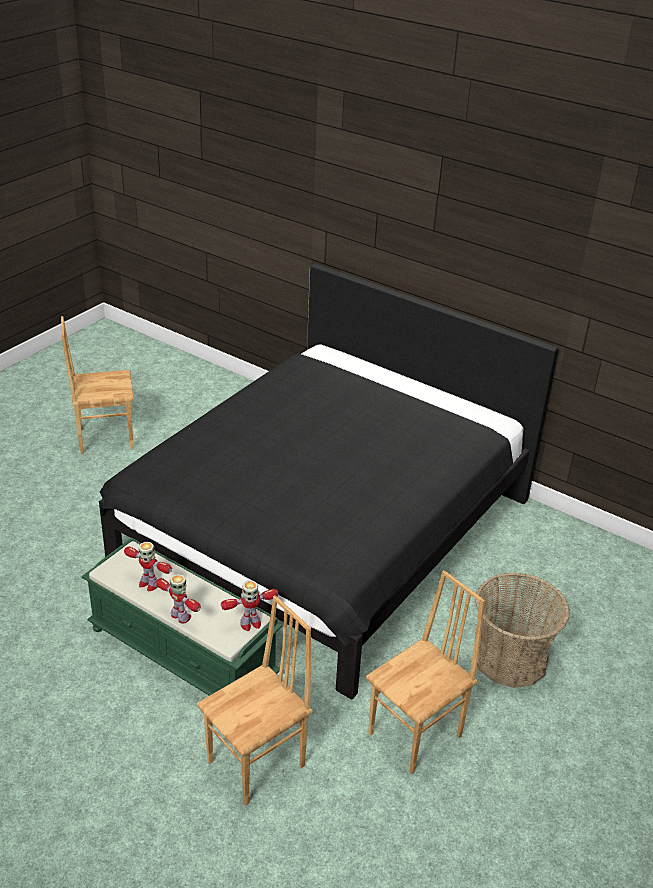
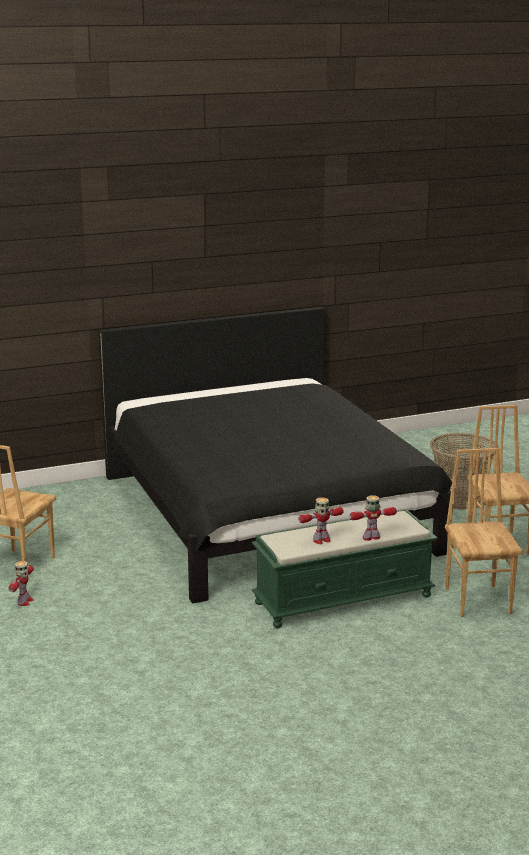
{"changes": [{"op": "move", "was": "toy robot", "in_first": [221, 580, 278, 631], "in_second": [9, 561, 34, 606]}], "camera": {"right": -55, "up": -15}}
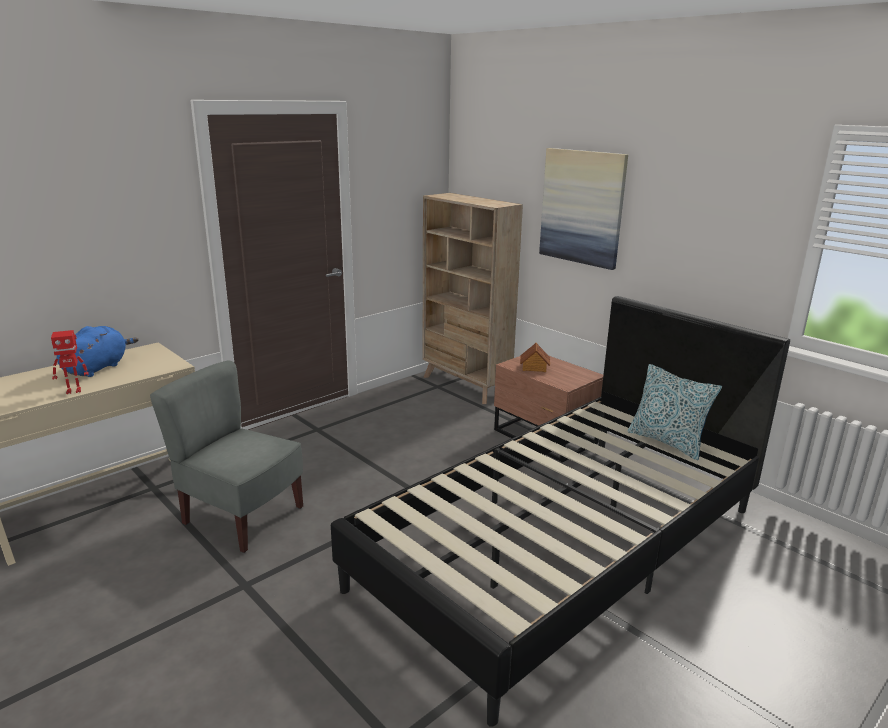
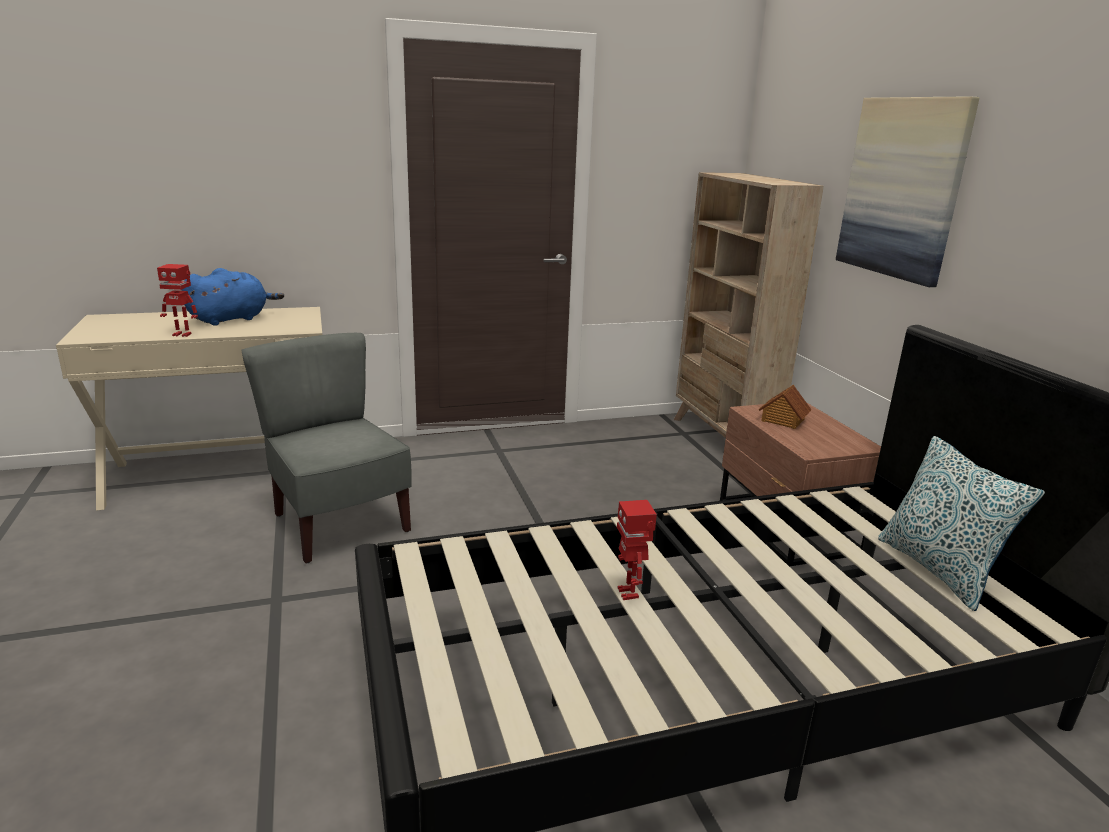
{"changes": [{"op": "insert", "now": "toy robot", "in_second": [617, 500, 657, 600]}], "camera": {"right": 25, "up": 0}}
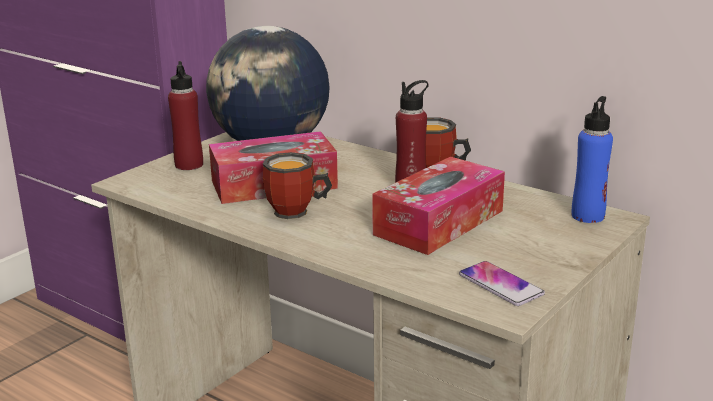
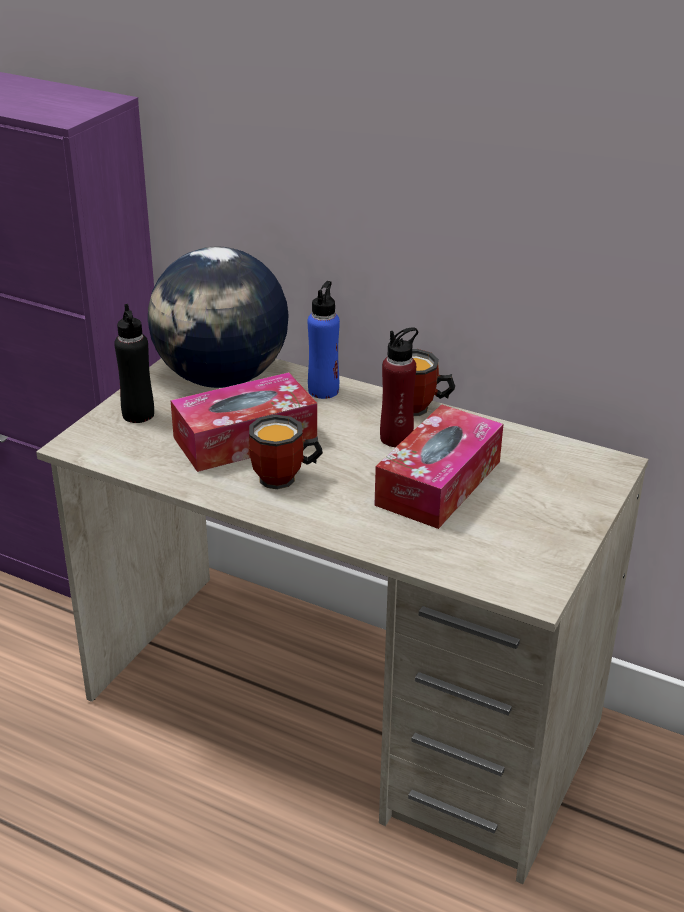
{"changes": [{"op": "delete", "was": "handset", "in_first": [459, 261, 545, 306]}, {"op": "move", "was": "drink bottle (blue)", "in_first": [572, 96, 613, 223], "in_second": [308, 281, 340, 399]}, {"op": "recolor", "was": "drink bottle (red-coloured)", "now": "drink bottle (blackish)", "in_first": [168, 61, 203, 170], "in_second": [114, 304, 154, 423]}], "camera": {"right": -10, "up": 10}}
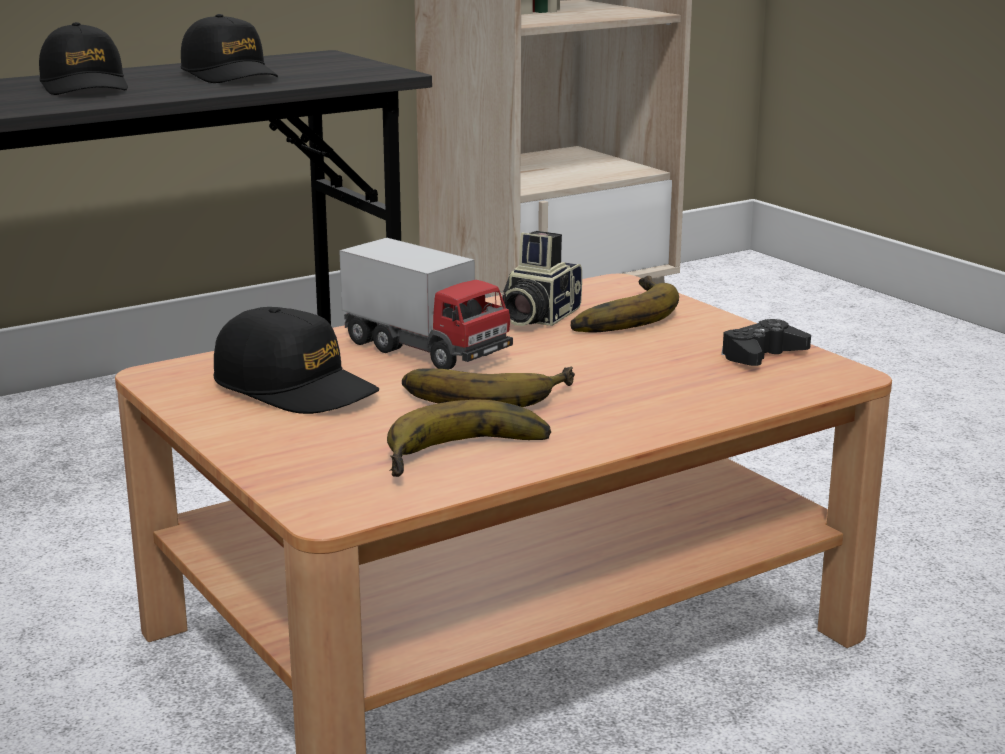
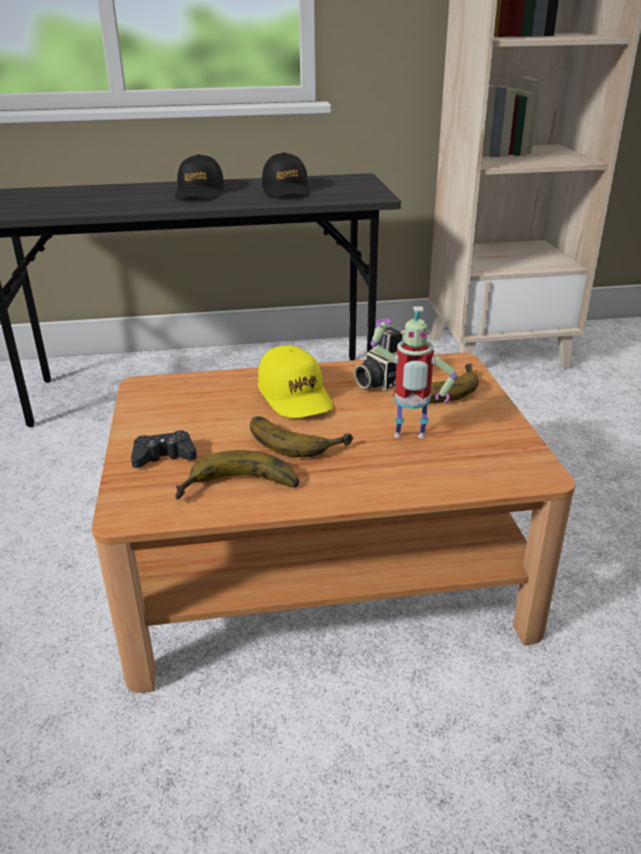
{"changes": [{"op": "delete", "was": "baseball cap (blackish)", "in_first": [213, 307, 379, 414]}, {"op": "insert", "now": "toy robot", "in_second": [370, 307, 457, 438]}, {"op": "move", "was": "gamepad (blackish)", "in_first": [721, 319, 811, 366], "in_second": [131, 430, 197, 468]}, {"op": "replace", "was": "toy truck", "now": "baseball cap (yellowish)", "in_first": [339, 238, 513, 370], "in_second": [258, 345, 333, 418]}], "camera": {"right": 25, "up": 10}}
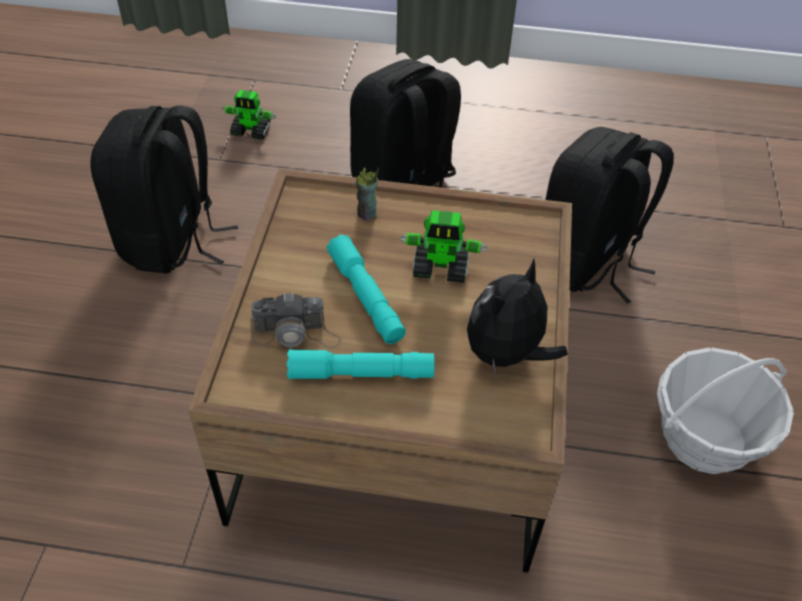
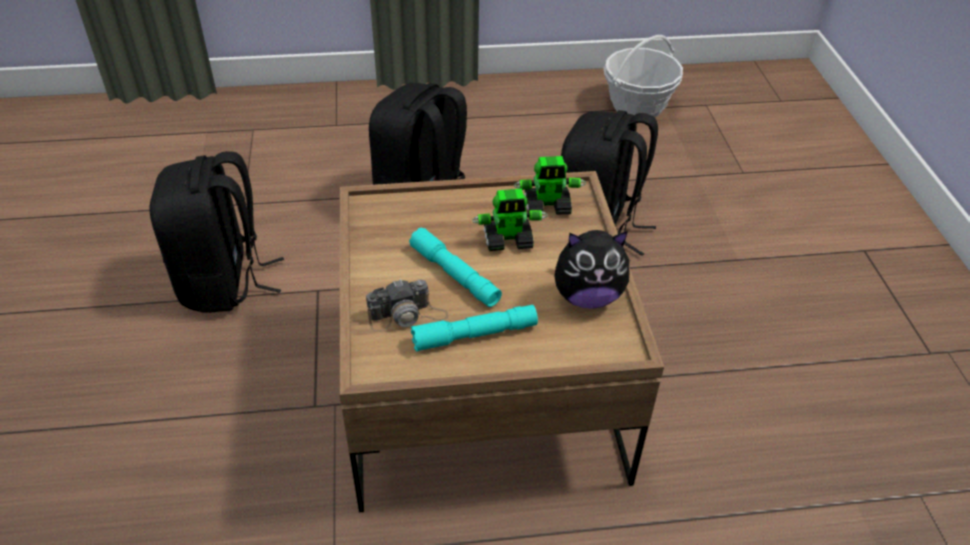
{"changes": [{"op": "delete", "was": "small cup", "in_first": [355, 167, 379, 220]}, {"op": "move", "was": "toy robot", "in_first": [222, 90, 276, 140], "in_second": [514, 156, 586, 215]}, {"op": "move", "was": "storage basket", "in_first": [657, 347, 794, 474], "in_second": [604, 35, 683, 117]}, {"op": "rotate", "was": "soft toy", "in_first": [467, 259, 568, 379], "in_second": [554, 230, 631, 309], "clockwise": -120}], "camera": {"right": -15, "up": -5}}
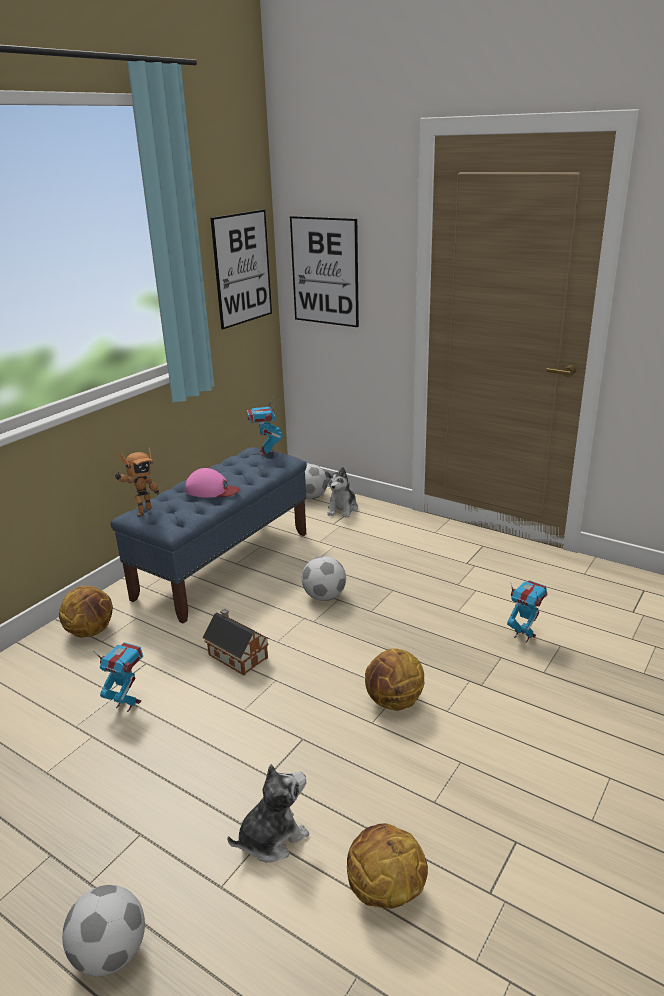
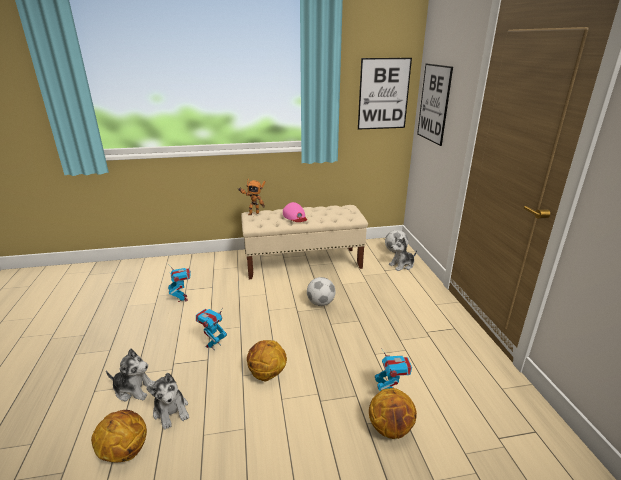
{"changes": [{"op": "delete", "was": "football", "in_first": [62, 885, 145, 976]}, {"op": "delete", "was": "model house", "in_first": [203, 609, 269, 675]}, {"op": "insert", "now": "soft toy", "in_second": [146, 373, 189, 430]}, {"op": "move", "was": "basketball", "in_first": [59, 586, 113, 638], "in_second": [369, 388, 417, 439]}, {"op": "move", "was": "toy robot", "in_first": [247, 397, 283, 456], "in_second": [196, 308, 227, 350]}, {"op": "recolor", "was": "indoor bench (blue)", "now": "indoor bench (sand-coloured)", "in_first": [111, 447, 307, 624], "in_second": [241, 205, 368, 280]}], "camera": {"right": 45, "up": 0}}
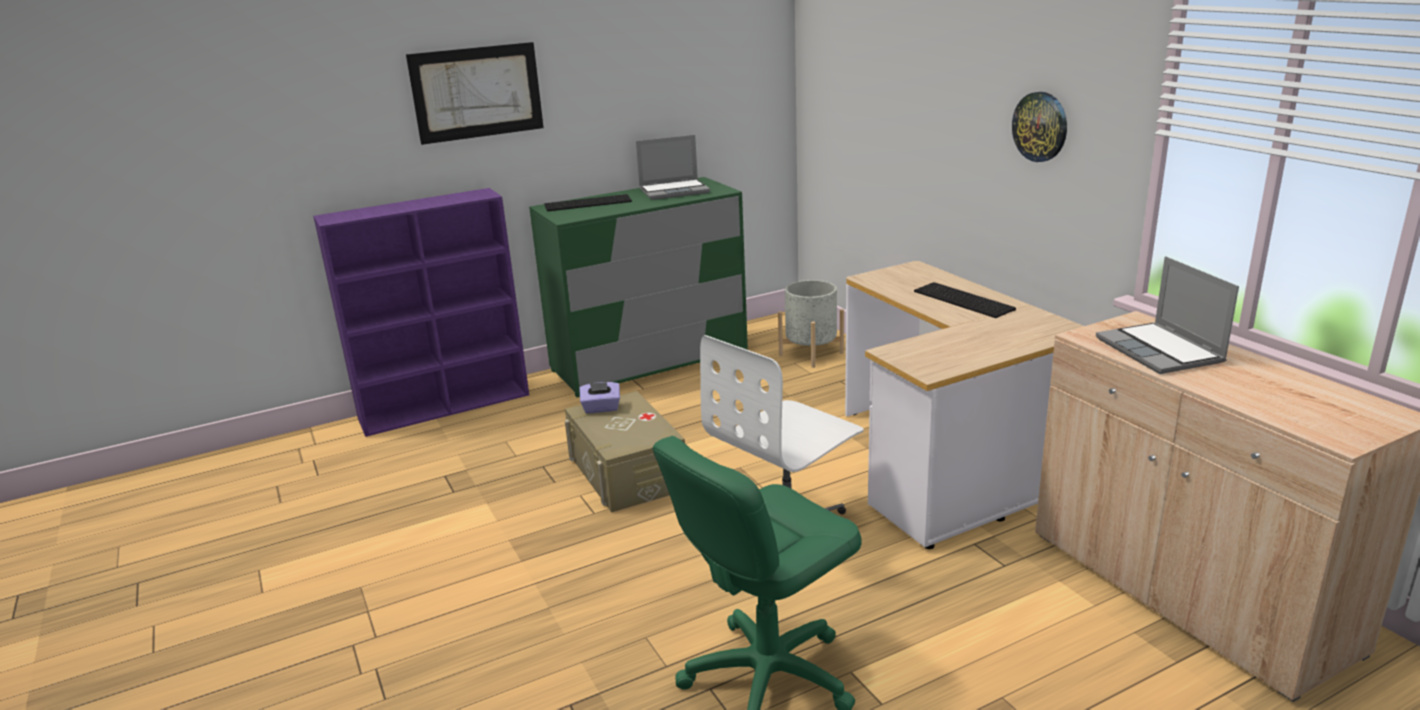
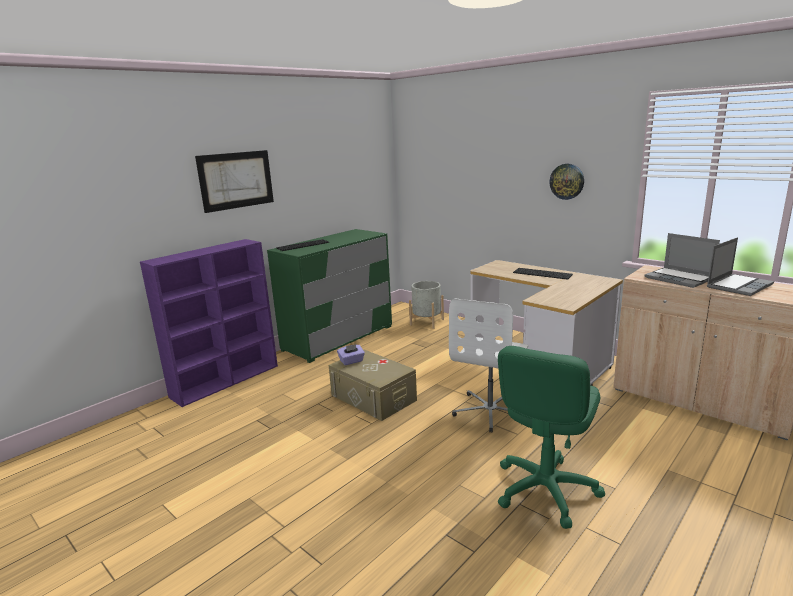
{"changes": [{"op": "move", "was": "laptop", "in_first": [636, 135, 710, 200], "in_second": [707, 237, 774, 296]}], "camera": {"right": -20, "up": -5}}
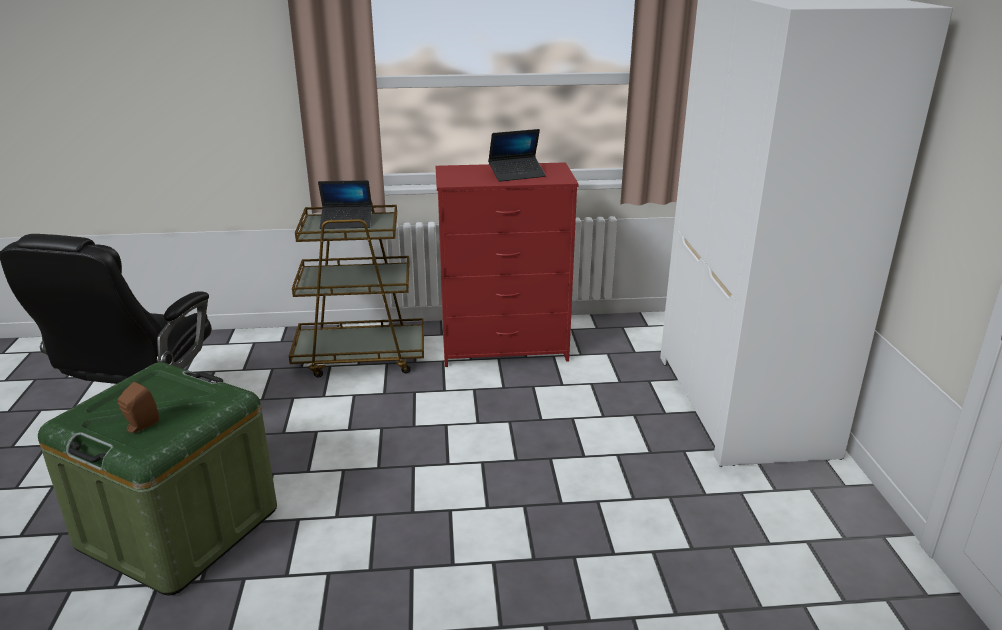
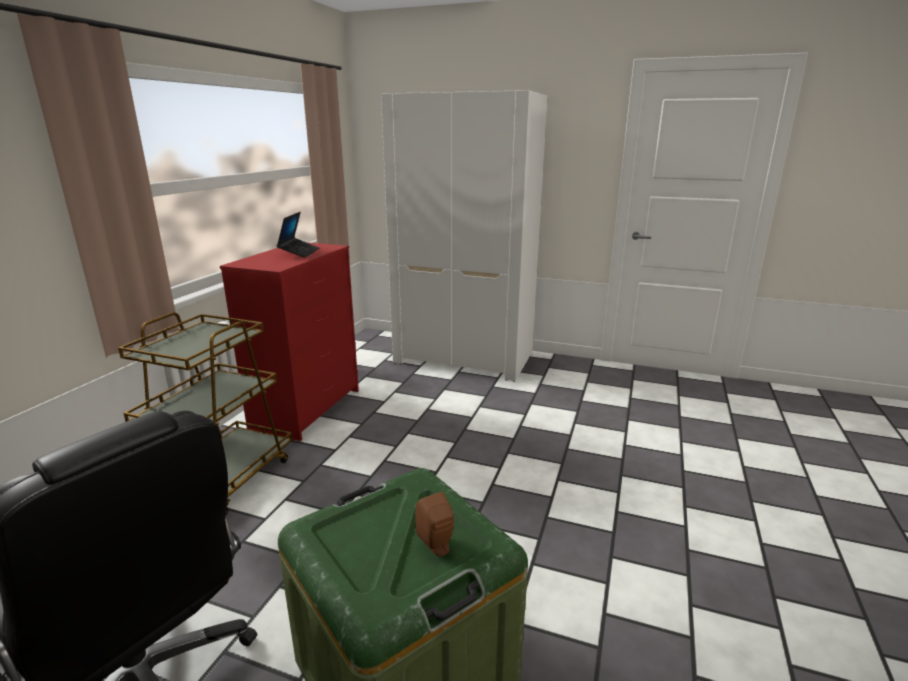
{"changes": [{"op": "delete", "was": "laptop", "in_first": [318, 180, 372, 229]}], "camera": {"right": -65, "up": -5}}
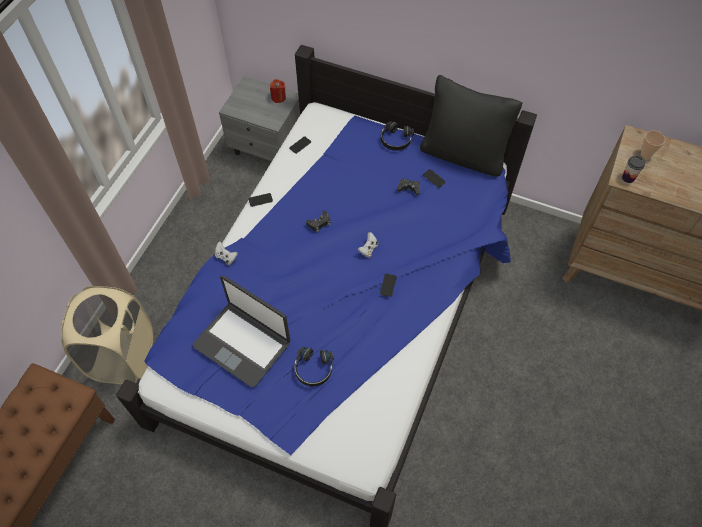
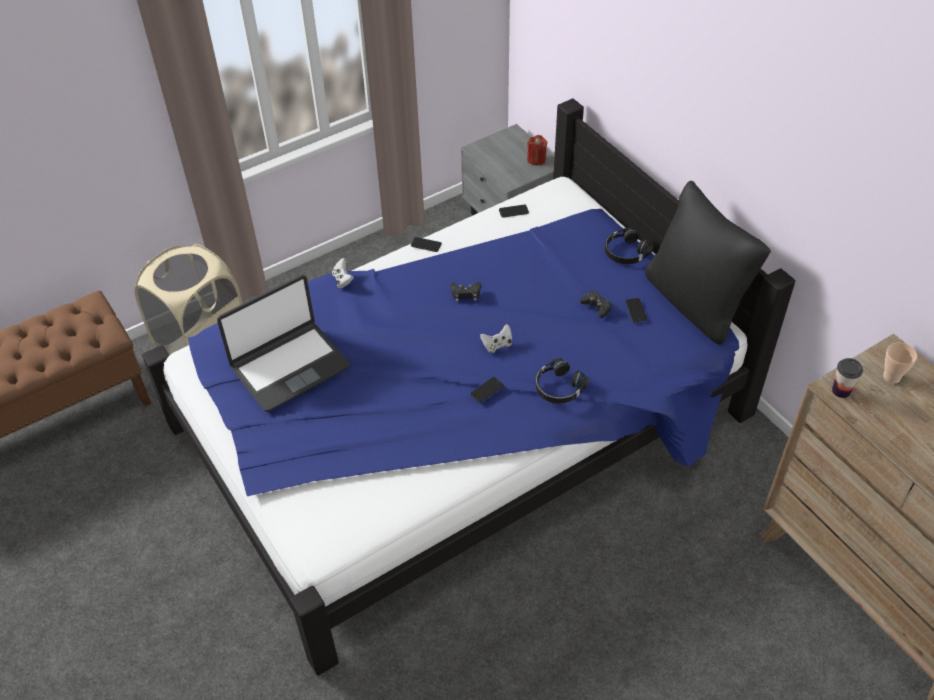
{"changes": [{"op": "move", "was": "headphones (blackish)", "in_first": [294, 347, 334, 387], "in_second": [535, 358, 589, 404]}, {"op": "rotate", "was": "laptop", "in_first": [193, 275, 290, 387], "in_second": [217, 275, 350, 412], "clockwise": -105}], "camera": {"right": 35, "up": -10}}
